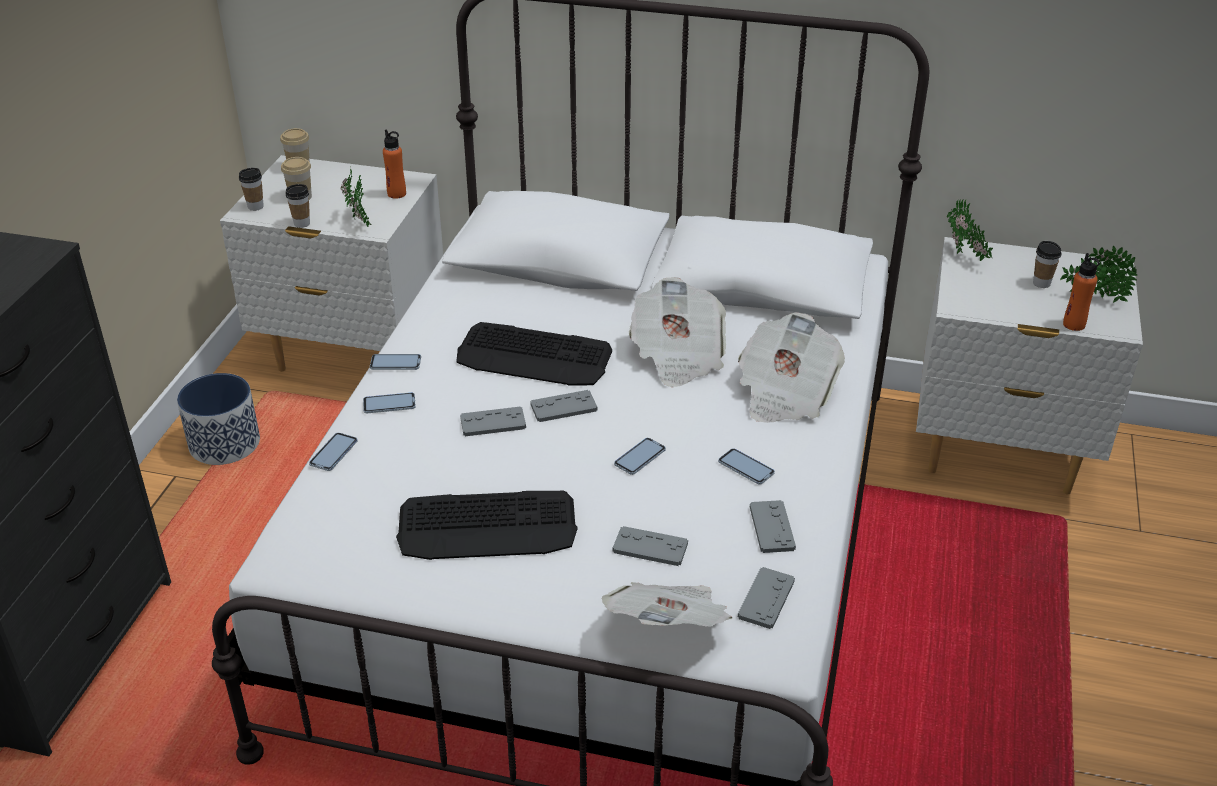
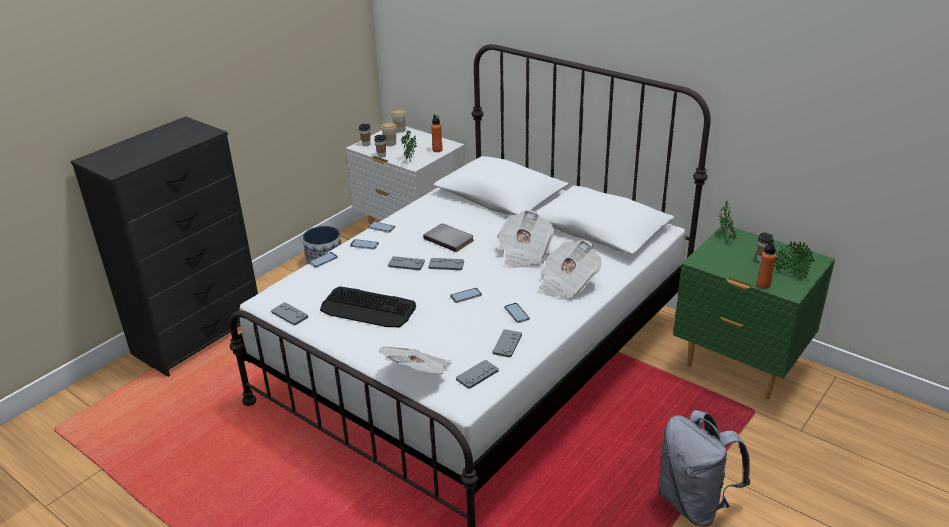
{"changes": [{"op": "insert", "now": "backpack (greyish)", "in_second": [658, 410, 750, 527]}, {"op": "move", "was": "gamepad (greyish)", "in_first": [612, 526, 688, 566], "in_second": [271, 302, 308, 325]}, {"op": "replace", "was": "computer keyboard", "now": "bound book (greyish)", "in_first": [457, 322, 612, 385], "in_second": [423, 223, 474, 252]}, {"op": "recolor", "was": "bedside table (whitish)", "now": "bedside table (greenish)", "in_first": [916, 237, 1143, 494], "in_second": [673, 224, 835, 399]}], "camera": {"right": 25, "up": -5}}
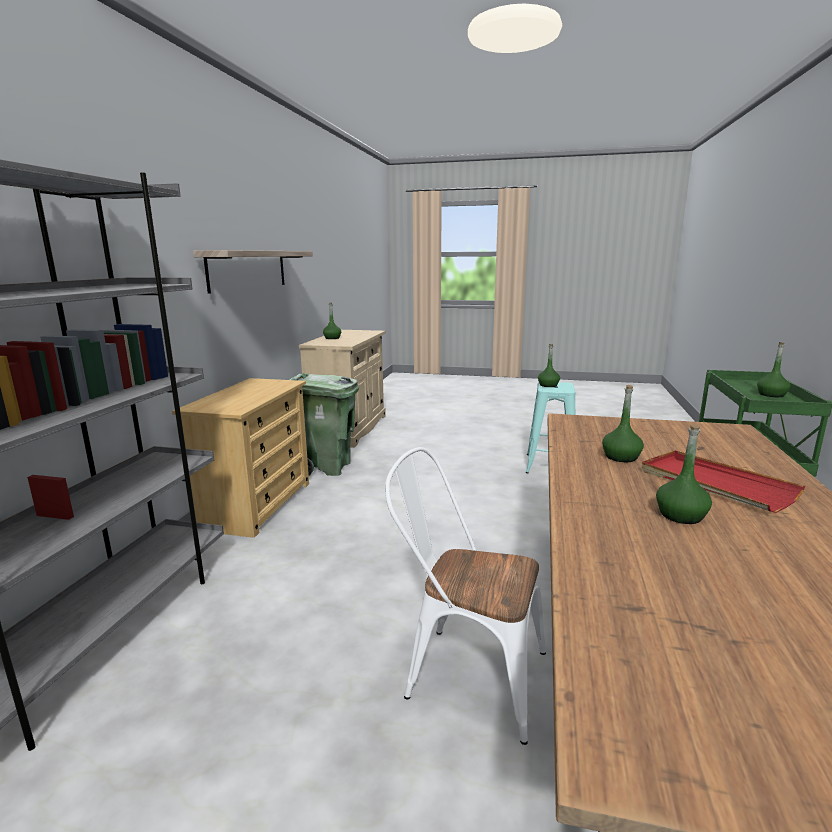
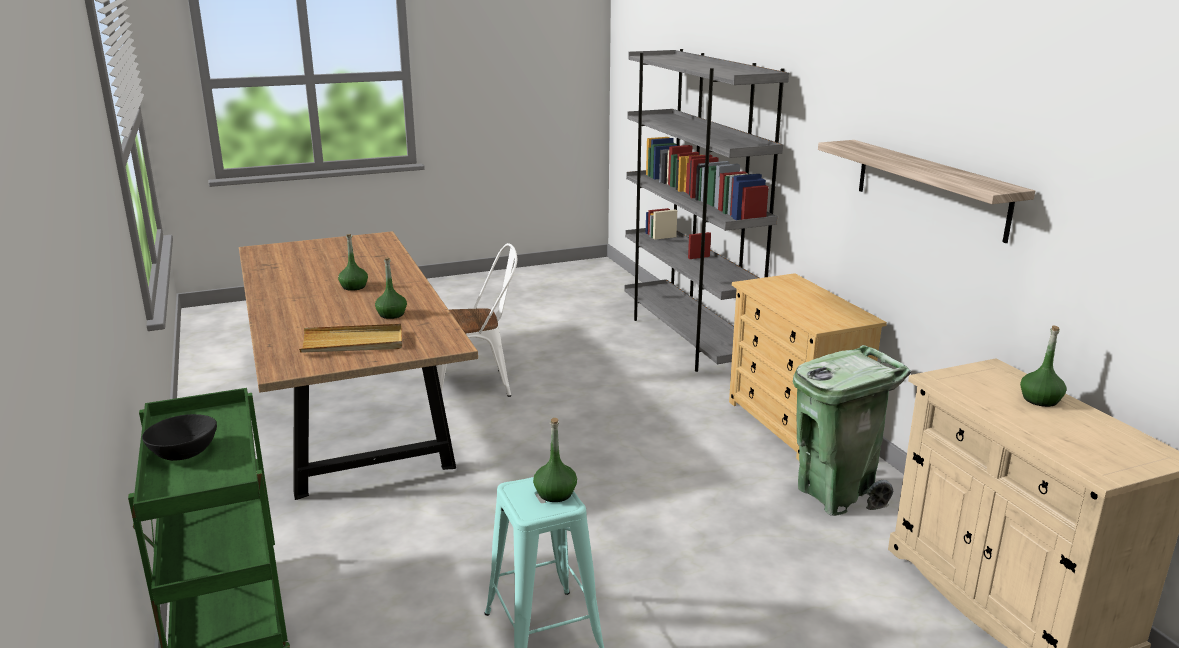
{"changes": [{"op": "delete", "was": "serving tray (red-coloured)", "in_first": [641, 450, 806, 513]}, {"op": "insert", "now": "serving tray (sand-coloured)", "in_second": [299, 324, 402, 353]}, {"op": "replace", "was": "drink bottle (greenish)", "now": "deep dish (blackish)", "in_first": [757, 342, 790, 397], "in_second": [142, 414, 217, 461]}], "camera": {"right": 145, "up": 5}}
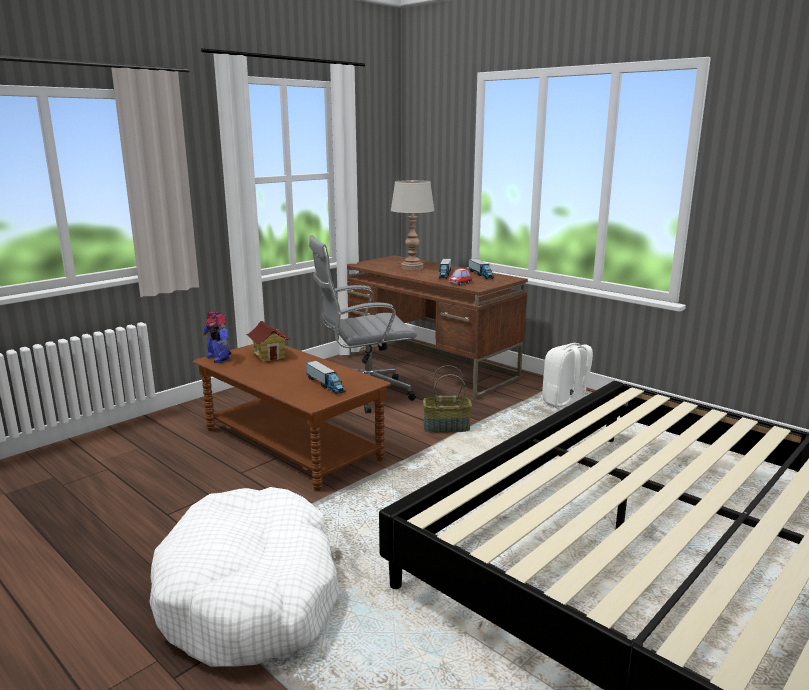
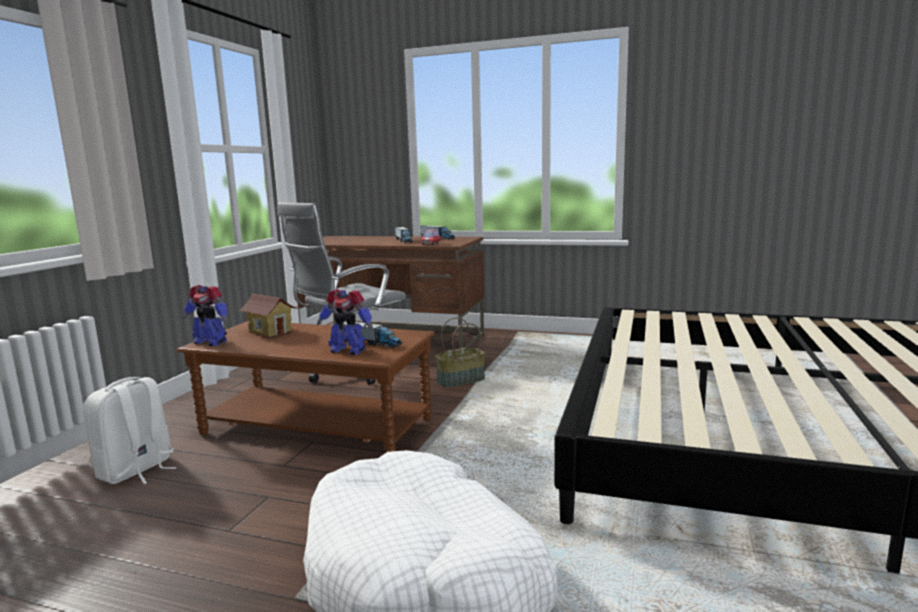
{"changes": [{"op": "delete", "was": "lamp for a table (greyish)", "in_first": [391, 180, 435, 270]}, {"op": "insert", "now": "toy robot", "in_second": [317, 289, 373, 355]}, {"op": "move", "was": "backpack (whitish)", "in_first": [542, 343, 593, 409], "in_second": [83, 377, 177, 484]}], "camera": {"right": -25, "up": -5}}
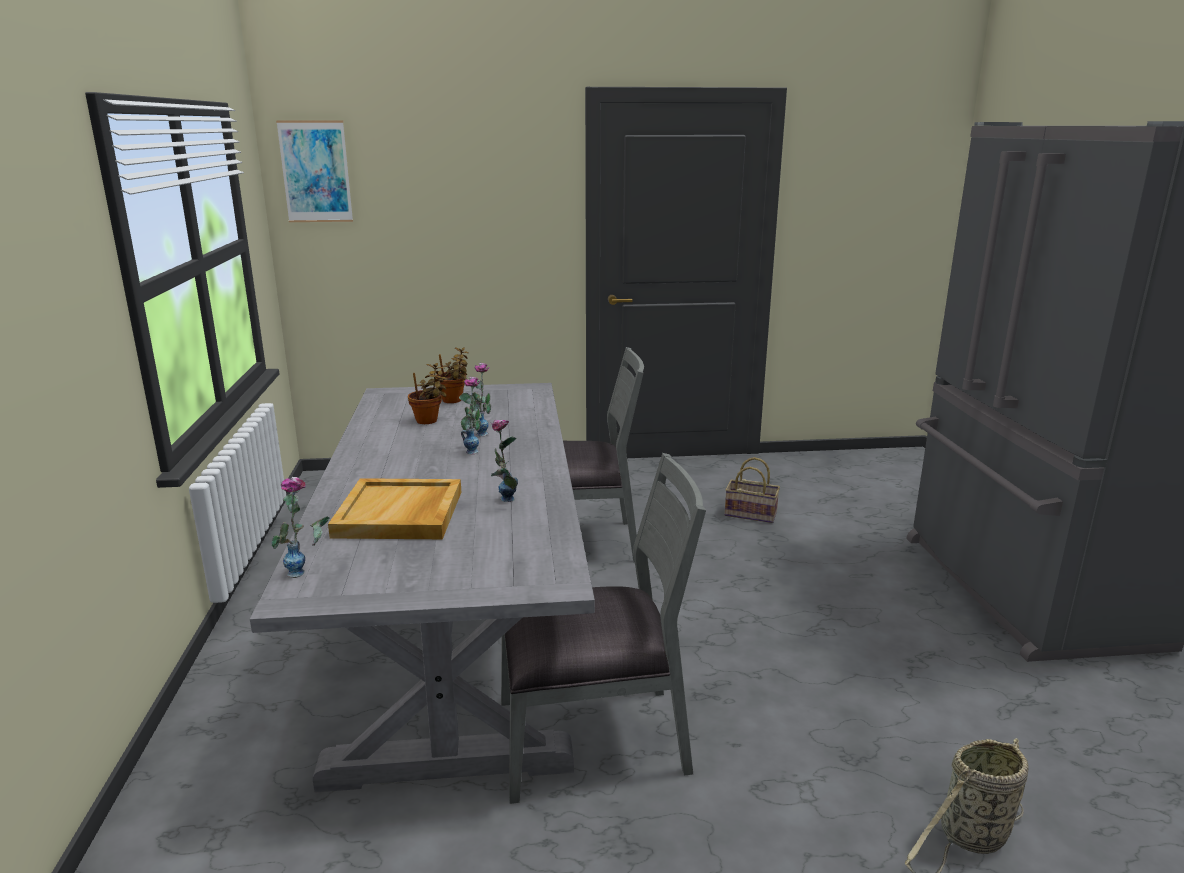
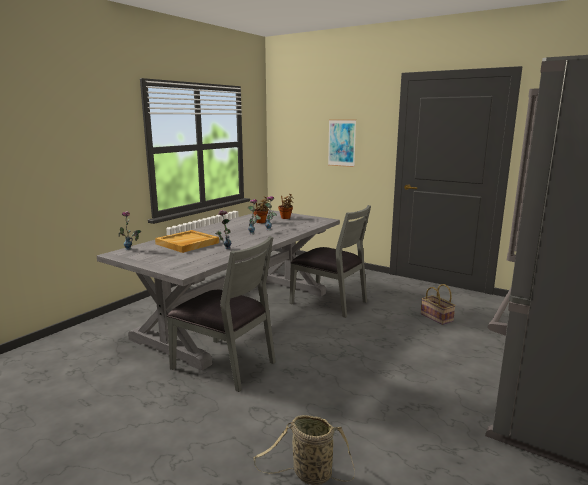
{"changes": [{"op": "move", "was": "wall art", "in_first": [276, 121, 353, 222], "in_second": [328, 119, 356, 167]}], "camera": {"right": 40, "up": -5}}
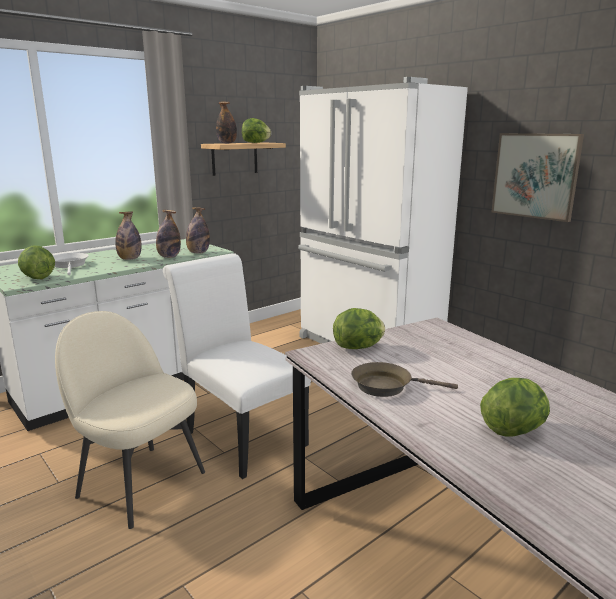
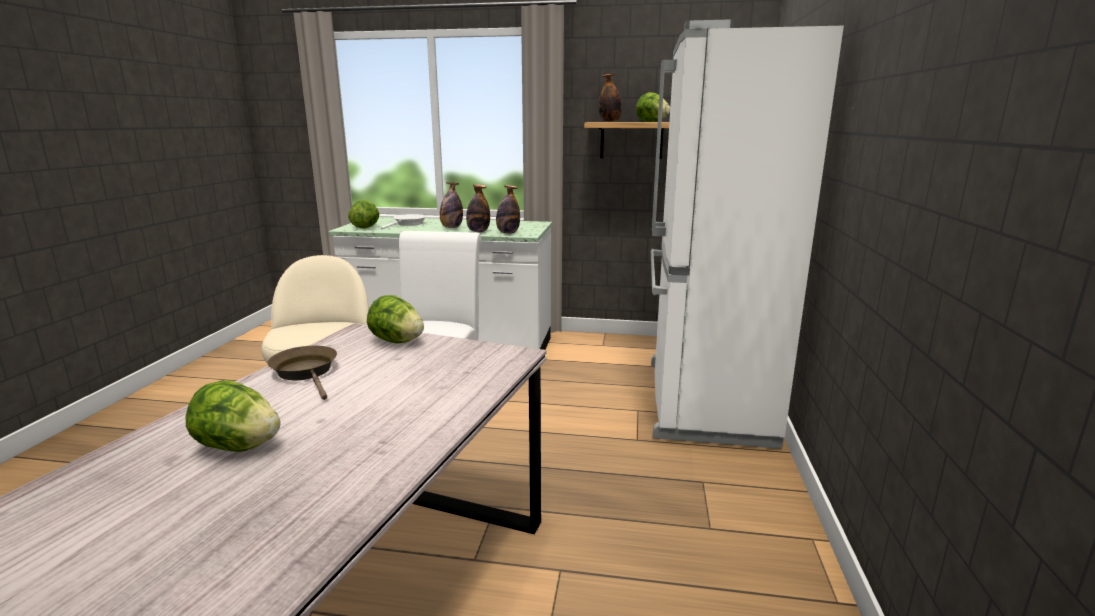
{"changes": [{"op": "delete", "was": "wall art", "in_first": [491, 133, 584, 222]}], "camera": {"right": 50, "up": 0}}
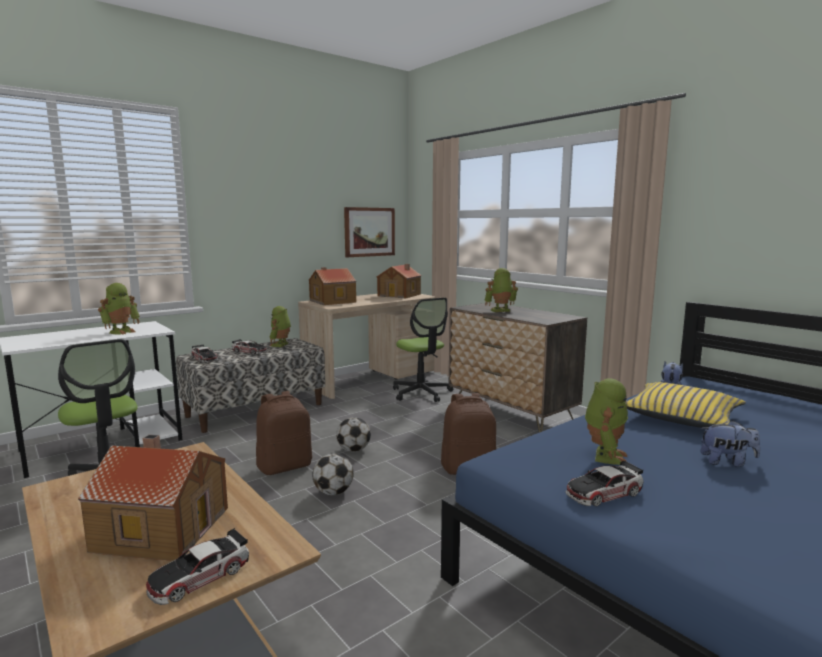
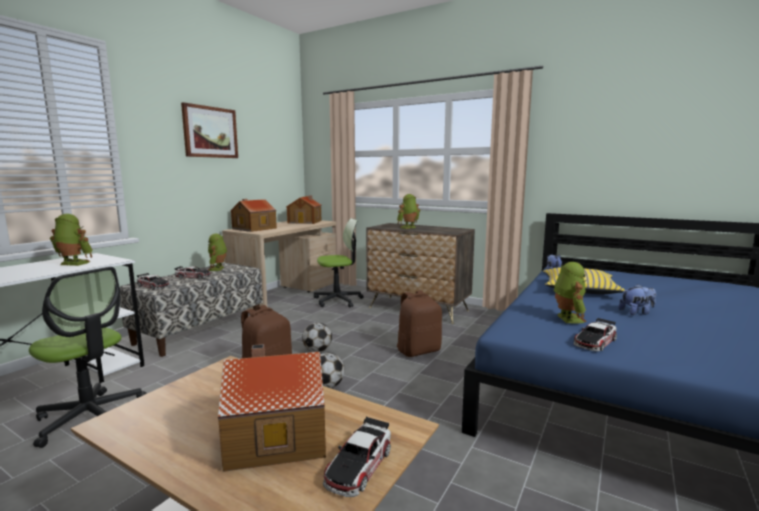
{"changes": [{"op": "move", "was": "wall art", "in_first": [344, 207, 395, 257], "in_second": [181, 102, 238, 158]}, {"op": "rotate", "was": "toy robot", "in_first": [98, 283, 140, 335], "in_second": [50, 214, 93, 266], "clockwise": -90}, {"op": "rotate", "was": "desk chair", "in_first": [393, 298, 453, 402], "in_second": [314, 218, 364, 307], "clockwise": -60}], "camera": {"right": -20, "up": 0}}
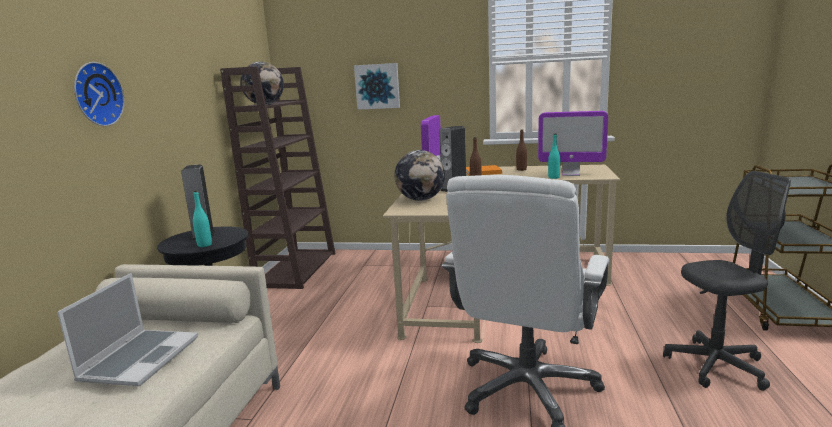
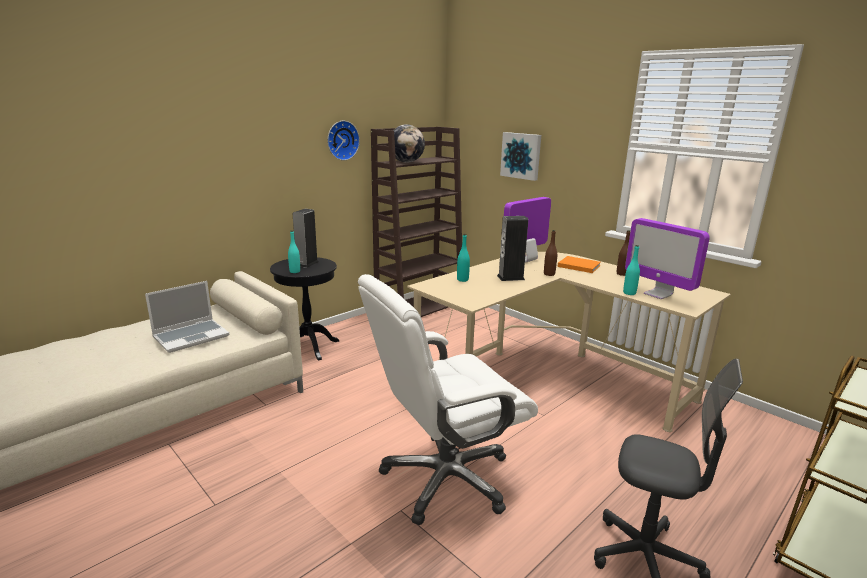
{"changes": [{"op": "move", "was": "wall clock", "in_first": [74, 62, 125, 126], "in_second": [327, 121, 360, 161]}, {"op": "replace", "was": "globe", "now": "drink bottle (turquoise)", "in_first": [395, 150, 445, 201], "in_second": [457, 234, 470, 282]}], "camera": {"right": 35, "up": 5}}
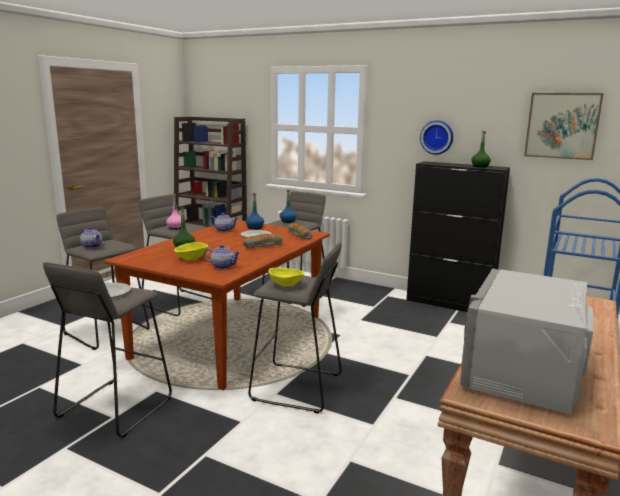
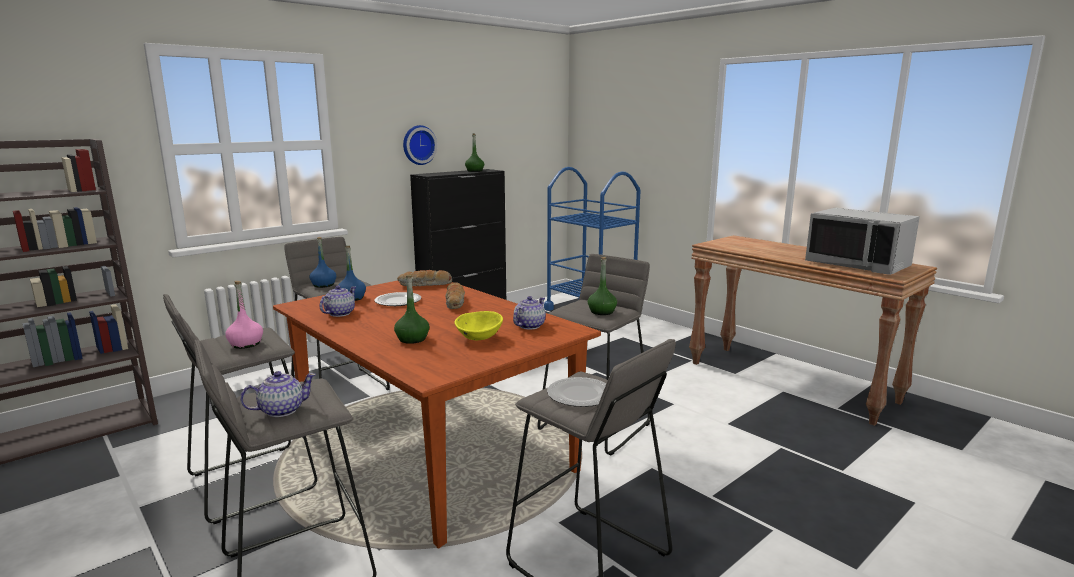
{"changes": [{"op": "delete", "was": "wall art", "in_first": [524, 93, 604, 160]}, {"op": "replace", "was": "deep dish (yellowish)", "now": "drink bottle (greenish)", "in_first": [268, 267, 305, 286], "in_second": [588, 257, 617, 315]}], "camera": {"right": -70, "up": 0}}
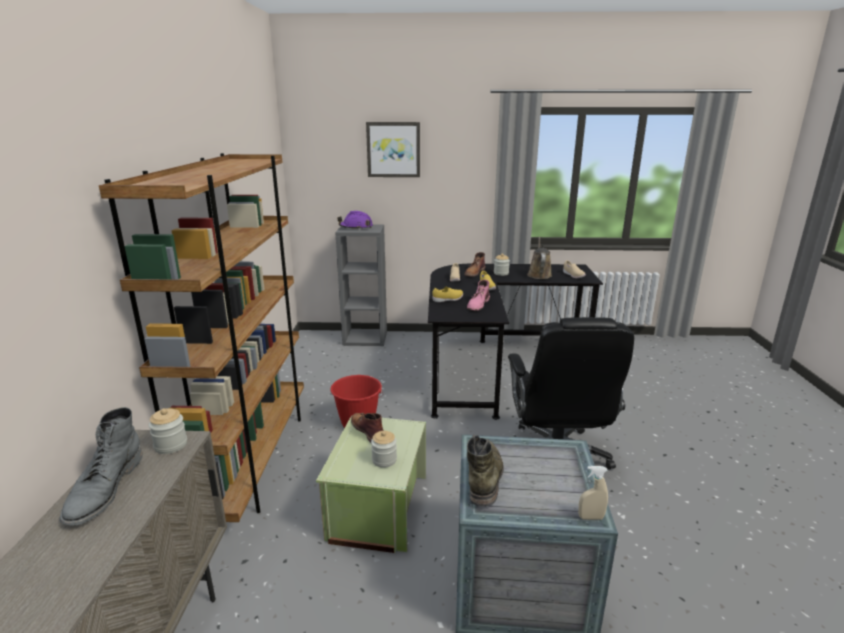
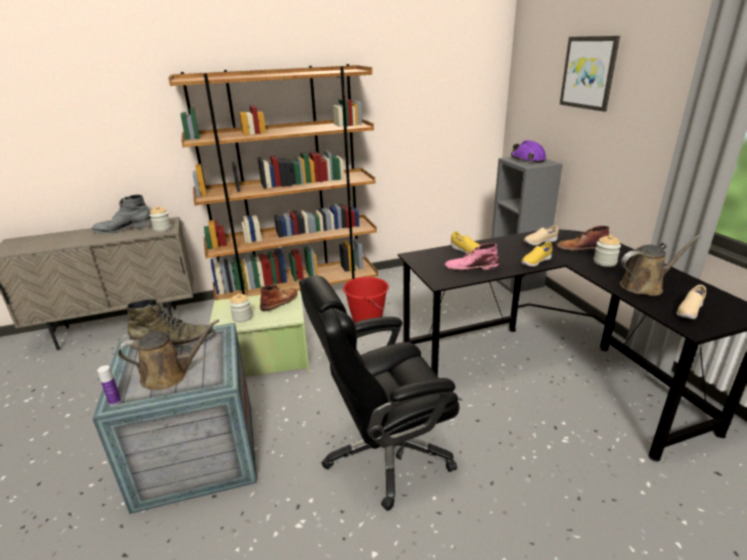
{"changes": [{"op": "insert", "now": "watering pot (brownish)", "in_second": [118, 320, 219, 391]}, {"op": "replace", "was": "hand sprayer (sand-coloured)", "now": "drink bottle", "in_first": [578, 466, 608, 520], "in_second": [97, 365, 121, 405]}], "camera": {"right": 70, "up": 5}}
